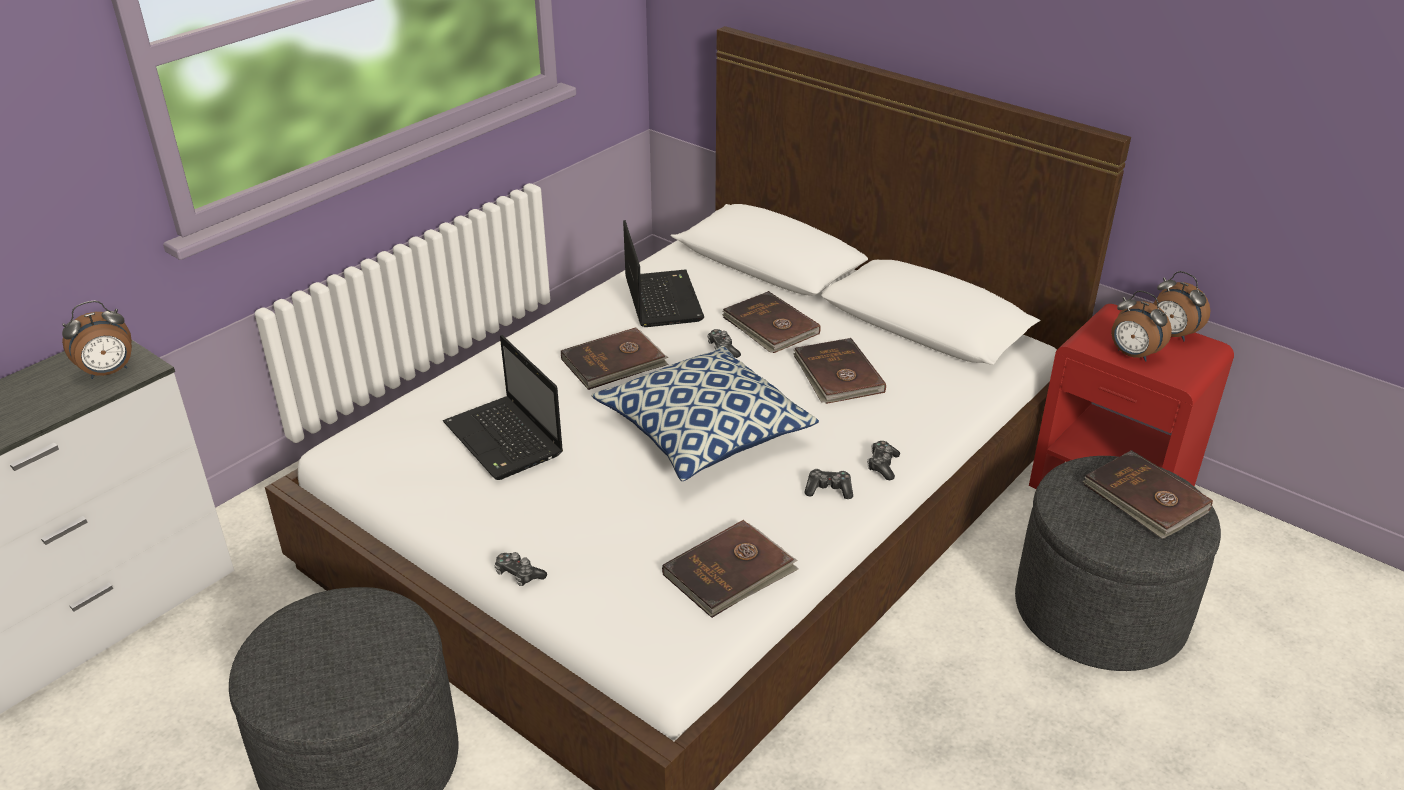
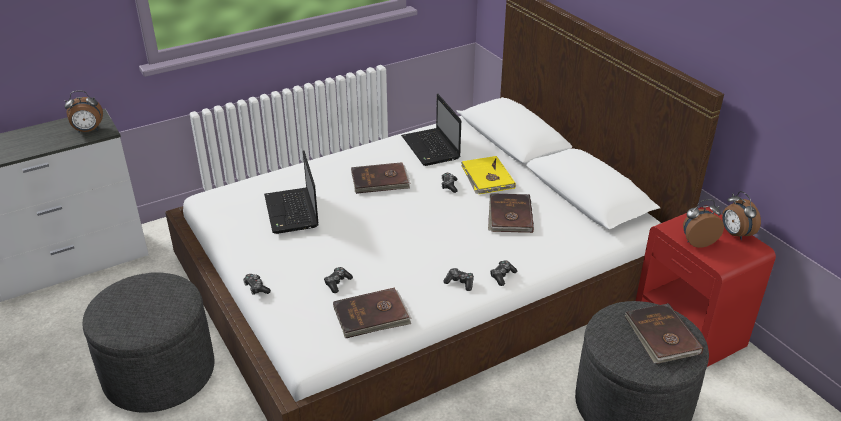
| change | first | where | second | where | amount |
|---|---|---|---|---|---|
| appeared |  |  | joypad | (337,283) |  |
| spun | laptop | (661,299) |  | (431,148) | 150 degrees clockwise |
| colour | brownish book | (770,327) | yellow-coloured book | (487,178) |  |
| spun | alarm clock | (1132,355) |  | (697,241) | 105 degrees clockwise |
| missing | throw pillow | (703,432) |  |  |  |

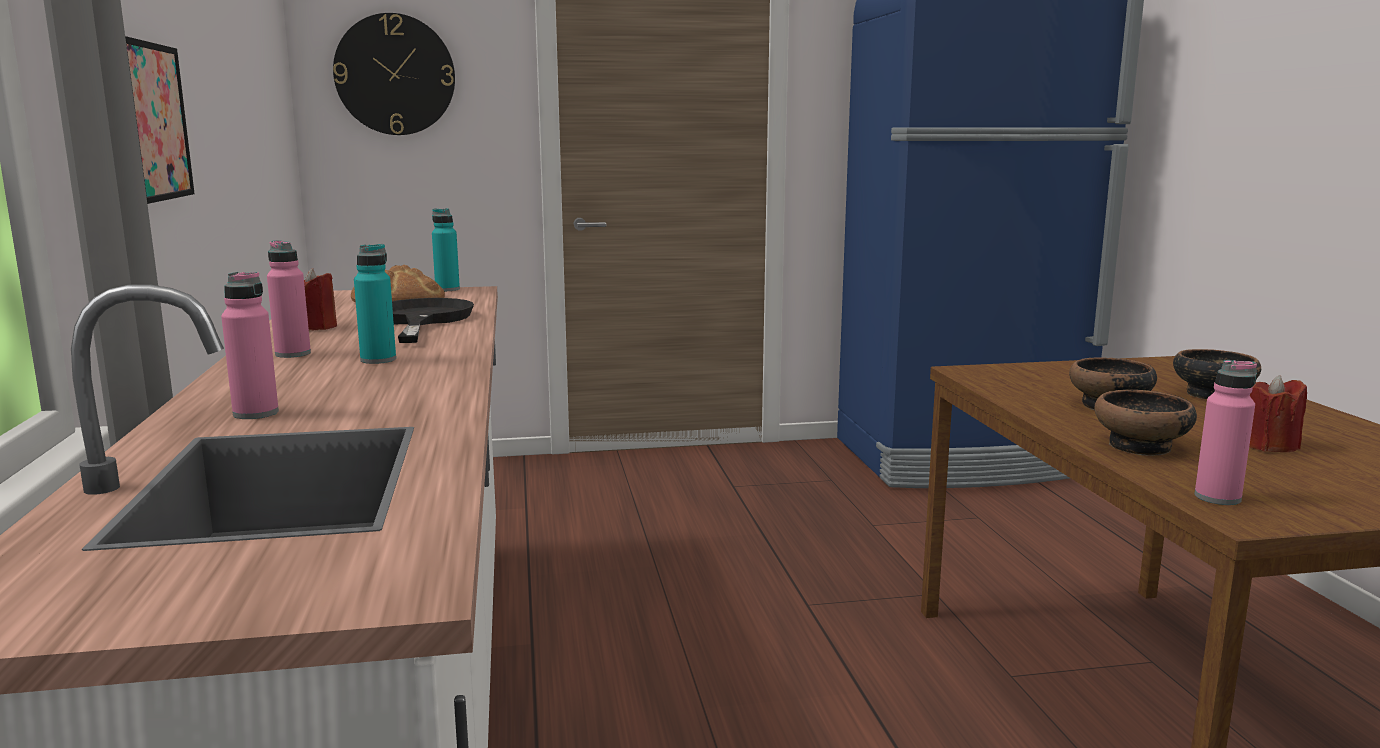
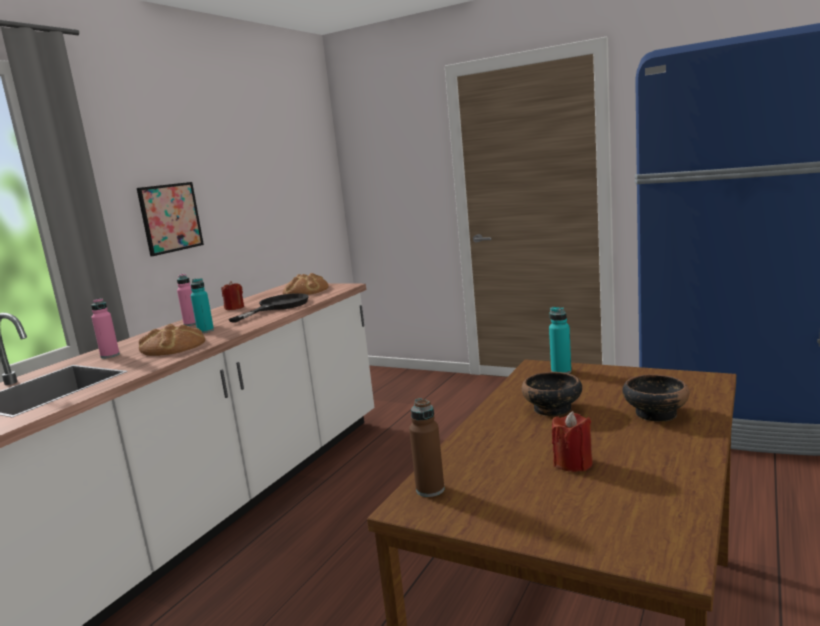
| change | first | where | second | where | amount |
|---|---|---|---|---|---|
| appeared |  |  | baked bread | (173,347) |  |
| colour | pinkish drink bottle | (1217,498) | brownish drink bottle | (430,489) |  |
| relocated | turquoise-coloured drink bottle | (447,289) |  | (561,371) |  |
| missing | clock on the wall | (395,75) |  |  |  |
| missing | serving bowl | (1141,446) |  |  |  |

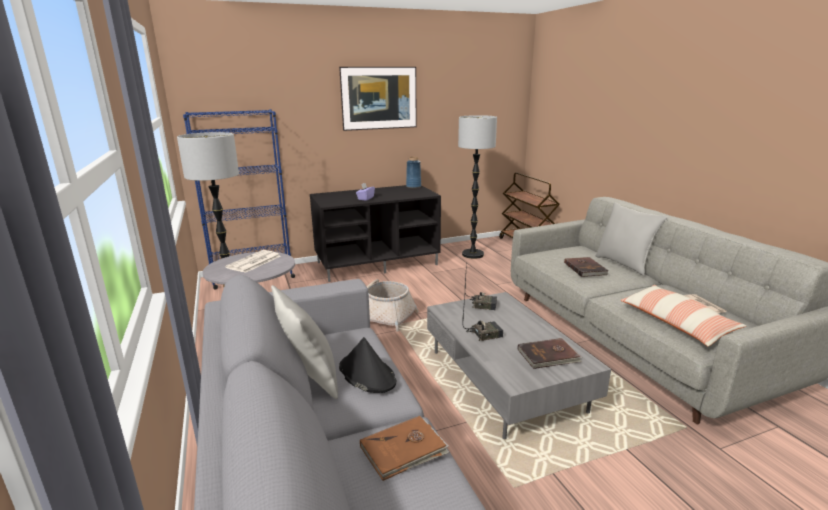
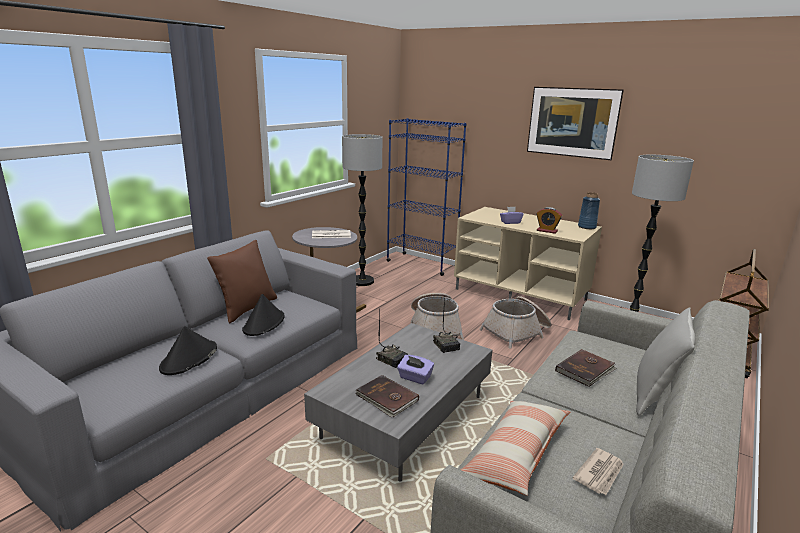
| change | first | where | second | where | amount |
|---|---|---|---|---|---|
| exchanged | brownish book | (404,450) | black hat | (189,358) |  |
| colour | grey throw pillow | (309,377) | brownish throw pillow | (247,308) |  |
| appeared |  |  | purplish tissue holder | (414,378) |  |
| colour | black tv stand | (377,263) | sand-coloured tv stand | (521,294) |  |
| appeared |  |  | household basket | (517,332) |  |
| appeared |  |  | alarm clock | (547,231) |  |

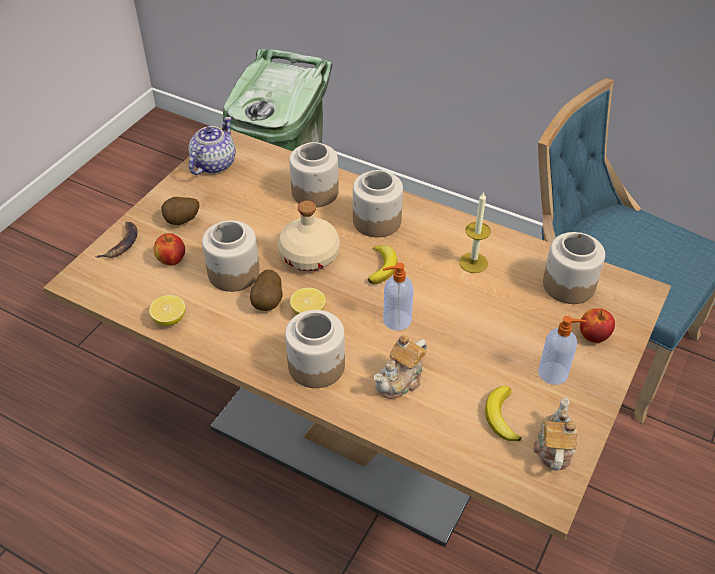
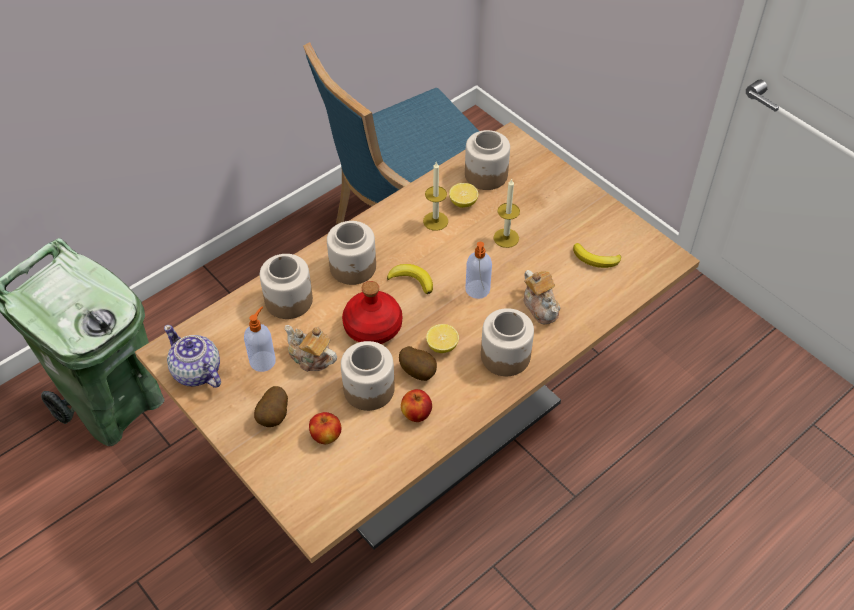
| change | first | where | second | where | amount |
|---|---|---|---|---|---|
| relocated | liquid soap bottle | (554,373) |  | (263,360) |  |
| relocated | pot for tea | (553,448) |  | (311,358) |  |
| colour | sand-coloured drink bottle | (309,256) | red drink bottle | (373,327) |  |
| relocated | whole apple | (593,336) |  | (416,414) |  |
| relocated | lemon | (169,319) |  | (463,203) |  |
| appeared |  |  | wax light | (506,238) |  |
| missing | banana fruit | (121,243) |  |  |  |

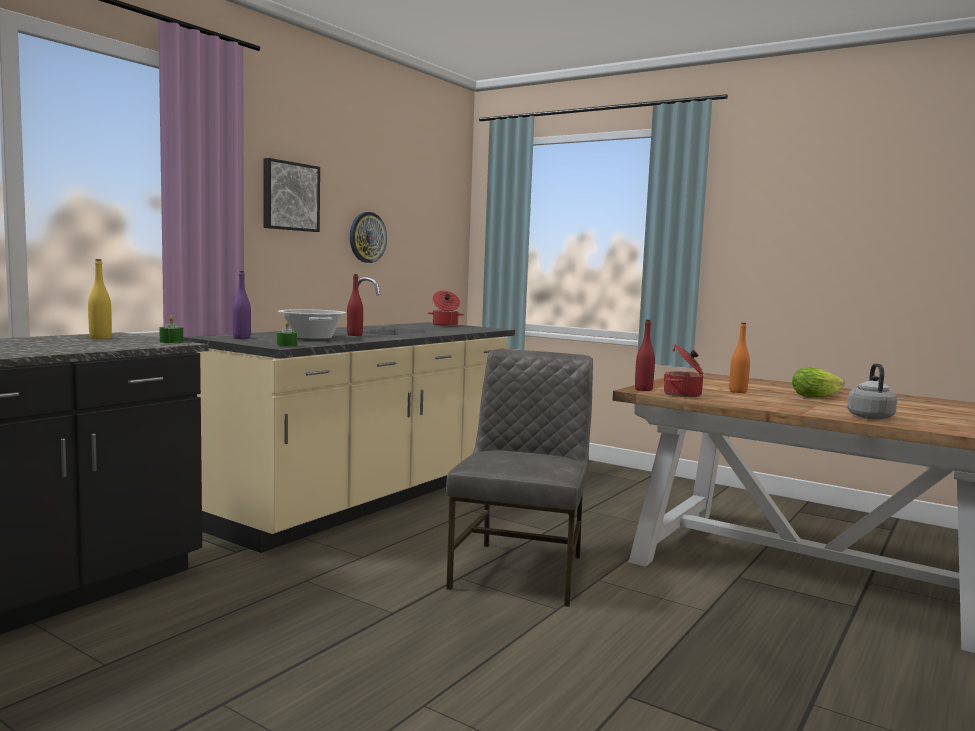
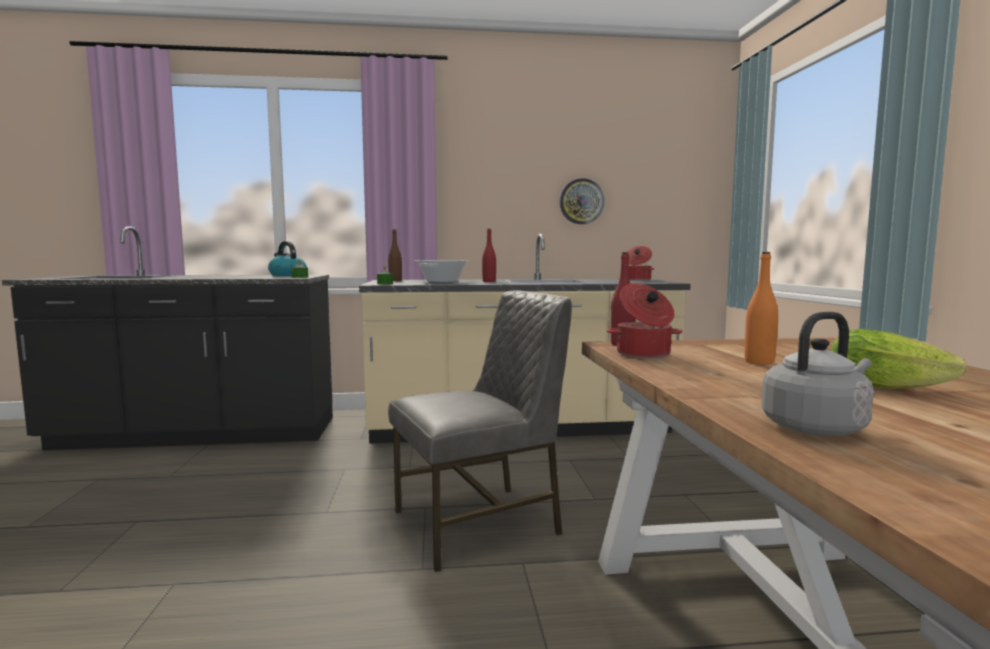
| change | first | where | second | where | amount |
|---|---|---|---|---|---|
| exchanged | yellow-coloured drink bottle | (100,338) | tea kettle | (287,275) |  |
| colour | purplish drink bottle | (241,338) | brownish drink bottle | (395,281) |  |
| missing | wall picture | (289,196) |  |  |  |

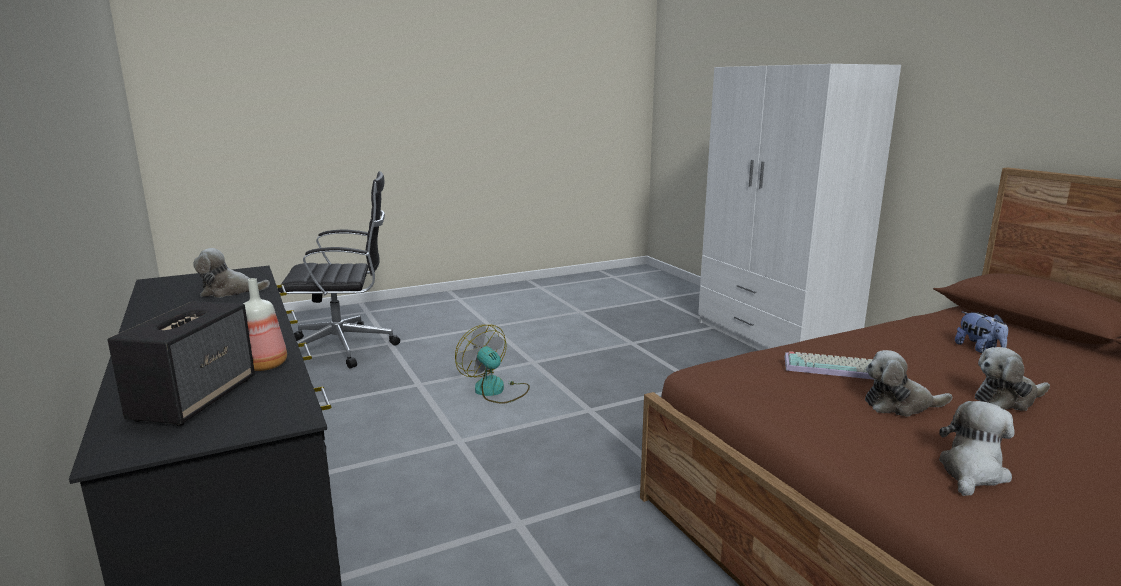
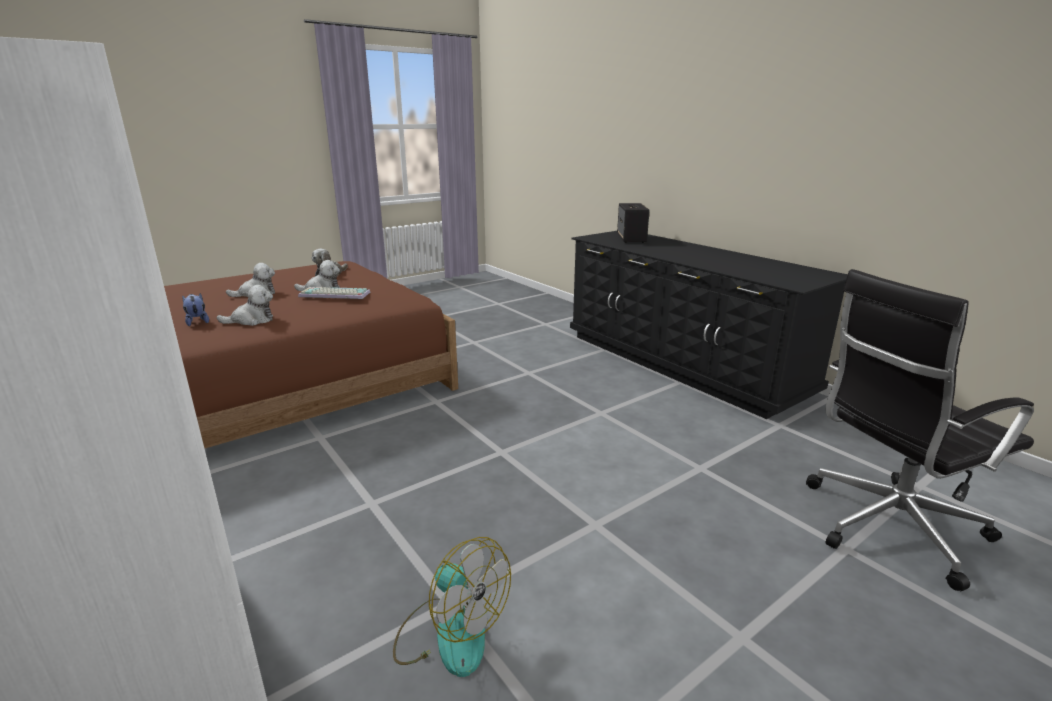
| change | first | where | second | where | amount |
|---|---|---|---|---|---|
| relocated | plush toy | (229,292) |  | (252,320) |  |
| relocated | fan | (495,390) |  | (450,633) |  |
| missing | drink bottle | (266,365) |  |  |  |

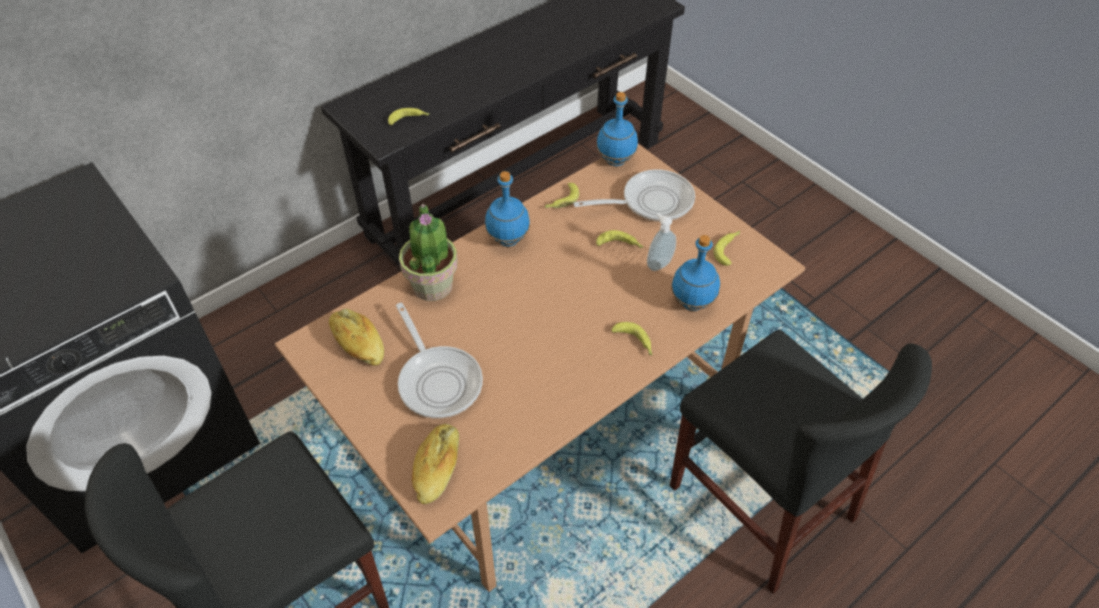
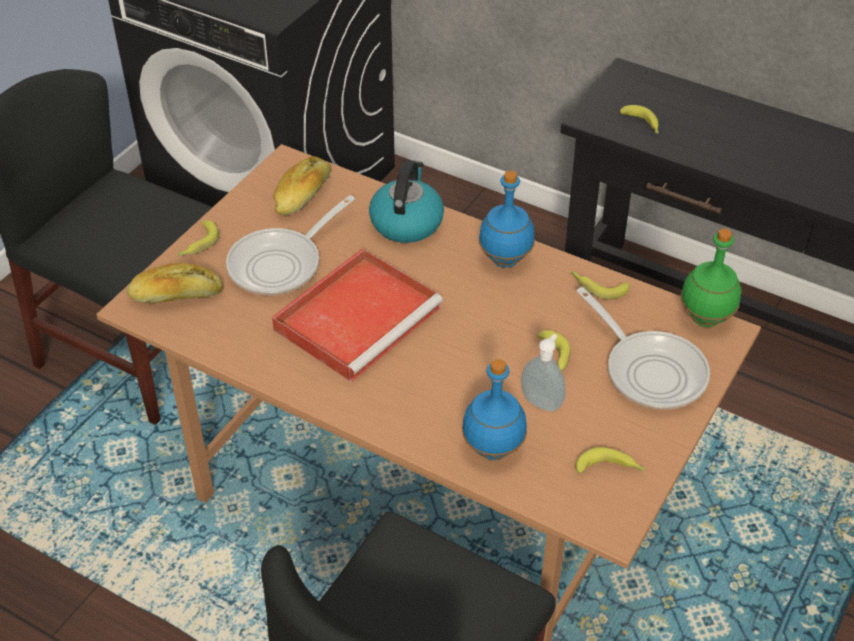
| change | first | where | second | where | amount |
|---|---|---|---|---|---|
| relocated | banana fruit | (635,342) |  | (197,244) |  |
| appeared |  |  | red serving tray | (359,316) |  |
| exchanged | houseplant | (433,284) | tea kettle | (406,222) |  |
| colour | bluish drink bottle | (616,160) | green-coloured drink bottle | (706,319) |  |

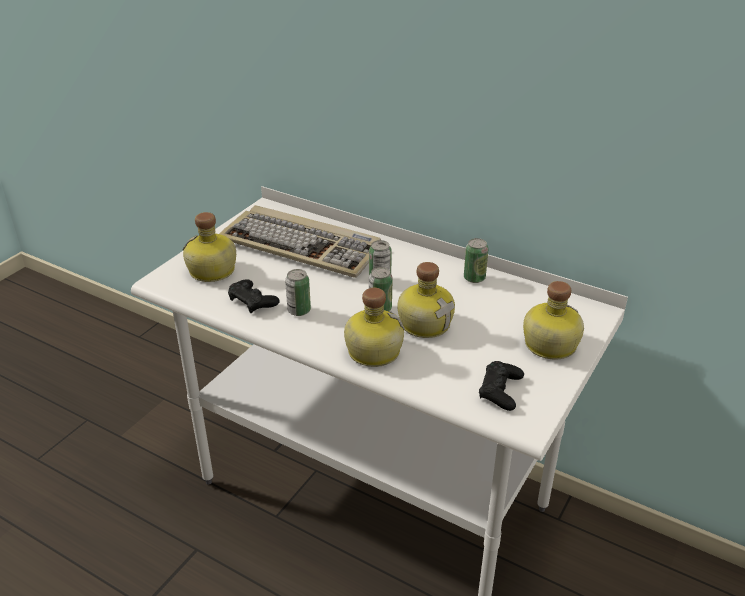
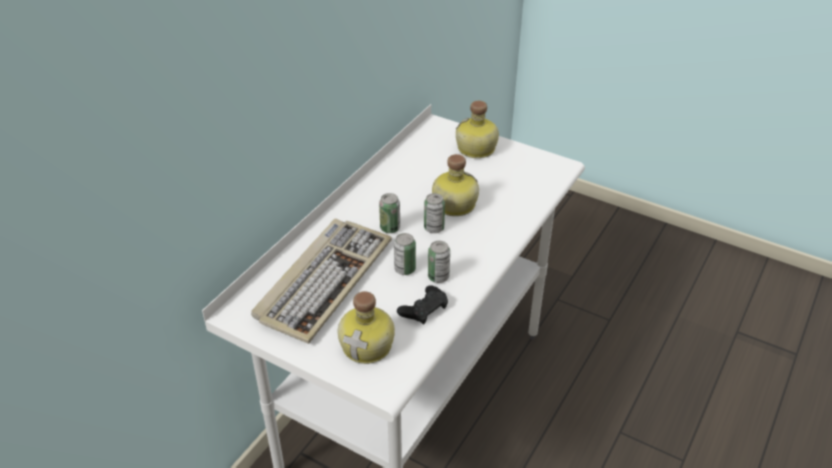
| change | first | where | second | where | amount |
|---|---|---|---|---|---|
| relocated | sealed can | (474,278) |  | (405,269) |  |
| missing | drink bottle | (372,351) |  |  |  |
| missing | black joypad | (500,391) |  |  |  |

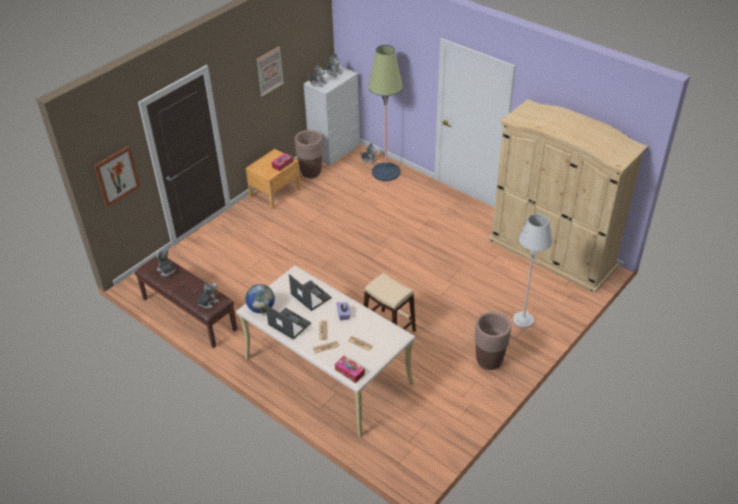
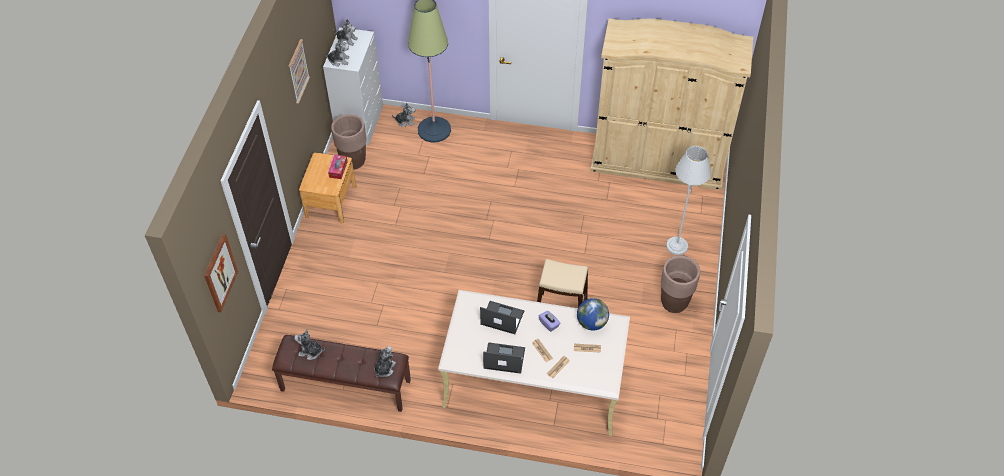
| change | first | where | second | where | amount |
|---|---|---|---|---|---|
| relocated | world globe | (261,308) |  | (591,323) |  |
| missing | tissue holder | (349,372) |  |  |  |

